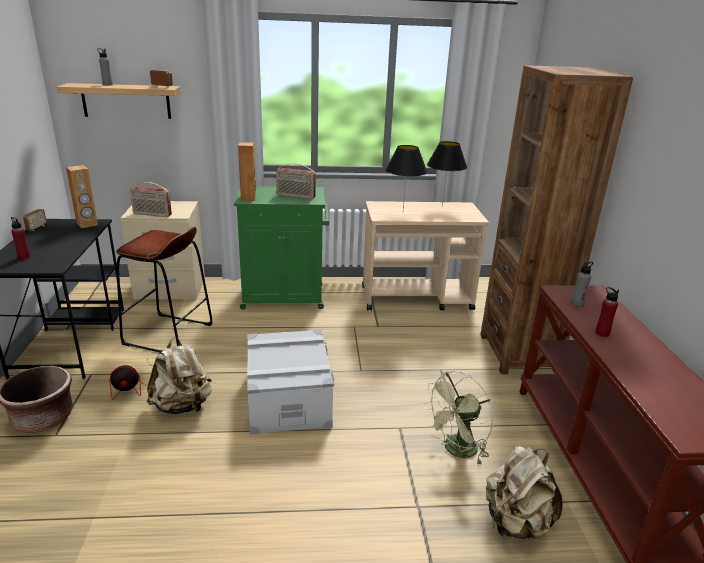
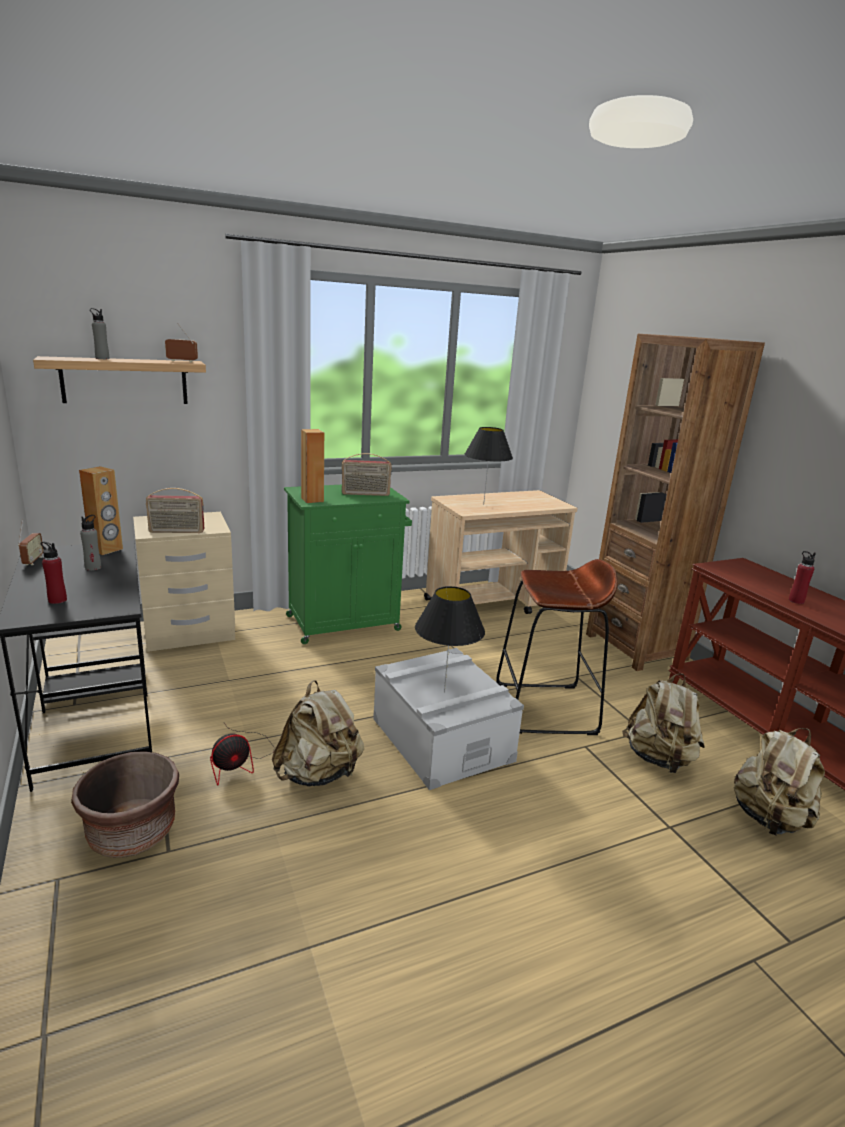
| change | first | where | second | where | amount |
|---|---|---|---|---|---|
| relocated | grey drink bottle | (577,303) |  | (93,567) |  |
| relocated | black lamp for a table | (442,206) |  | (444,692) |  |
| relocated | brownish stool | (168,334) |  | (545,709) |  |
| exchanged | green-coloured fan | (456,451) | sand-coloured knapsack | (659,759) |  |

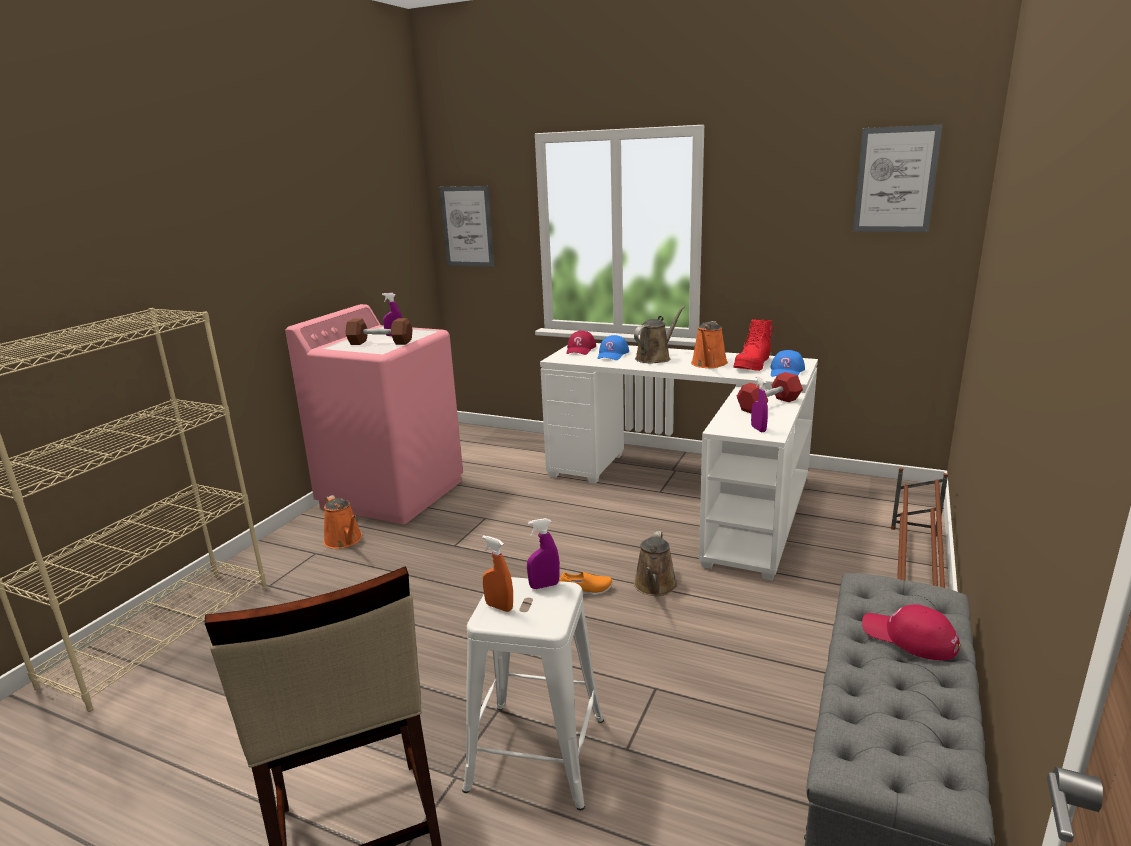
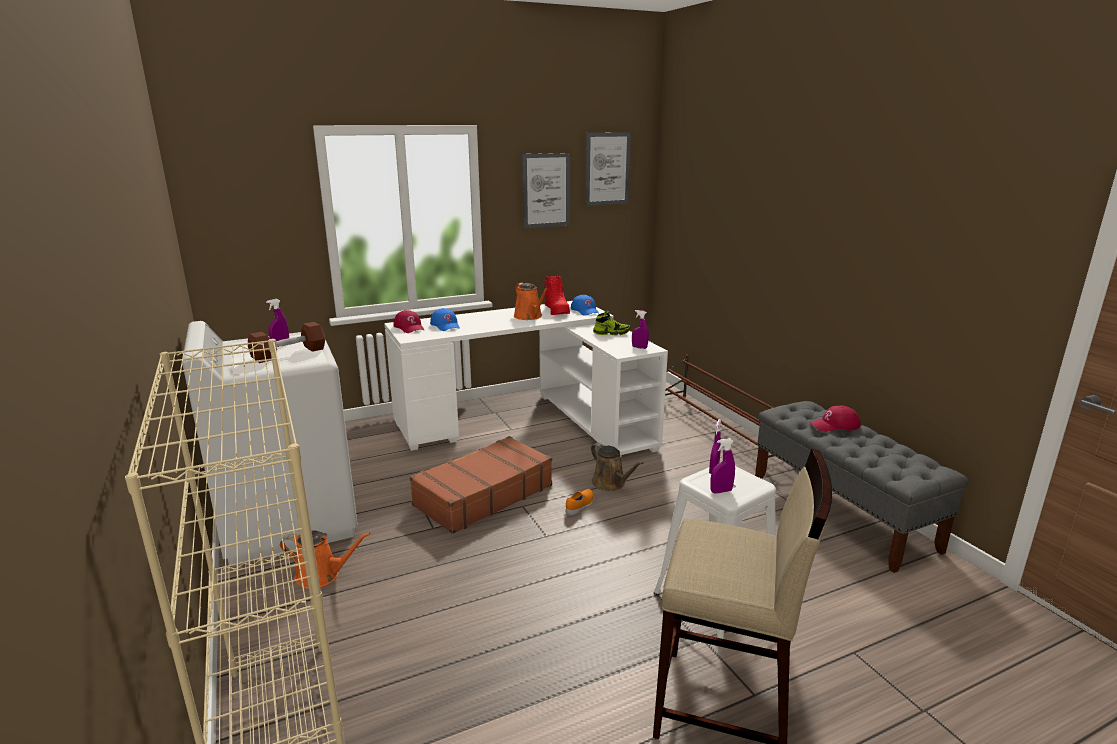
| change | first | where | second | where | amount |
|---|---|---|---|---|---|
| colour | pinkish laundry machine | (393,493) | whitish laundry machine | (288,520) |  |
| appeared |  |  | brownish suitcase | (483,495) |  |
| relocated | wall picture | (467,226) |  | (546,190) |  |
| exchanged | red hand weight | (769,405) | item of footwear | (611,333) |  |
| colour | orange-coloured spray bottle | (499,607) | purplish spray bottle | (721,491) |  |
| missing | brownish sprinkling can | (655,358) |  |  |  |

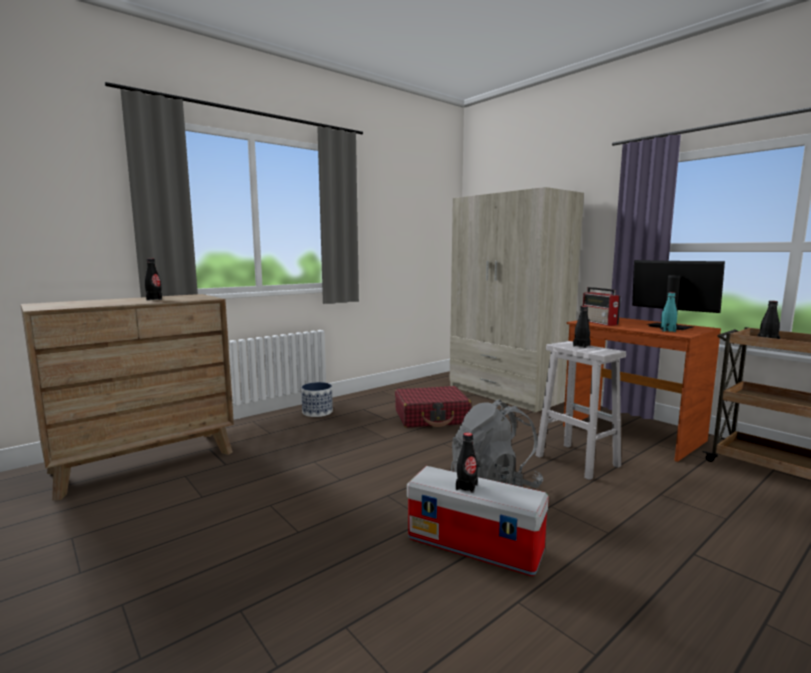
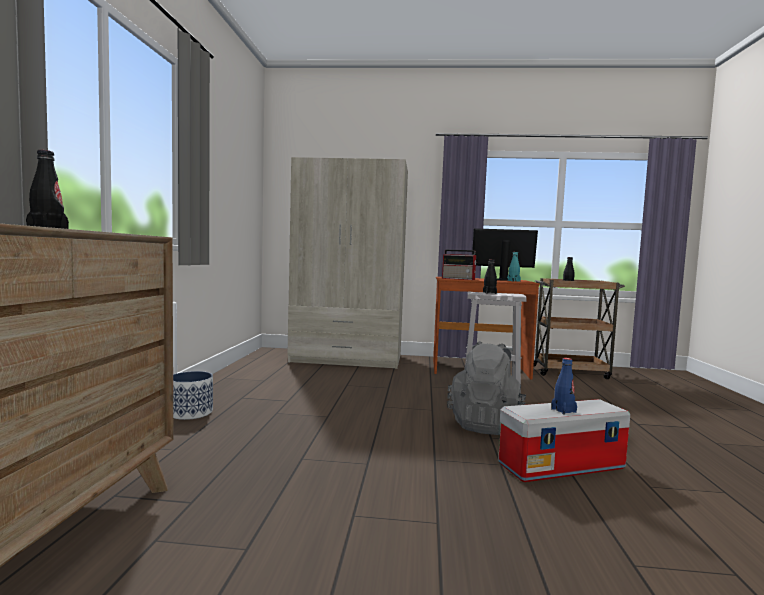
| change | first | where | second | where | amount |
|---|---|---|---|---|---|
| colour | black drink bottle | (466,487) | bluish drink bottle | (563,410) |  |
| missing | red suitcase | (432,417) |  |  |  |

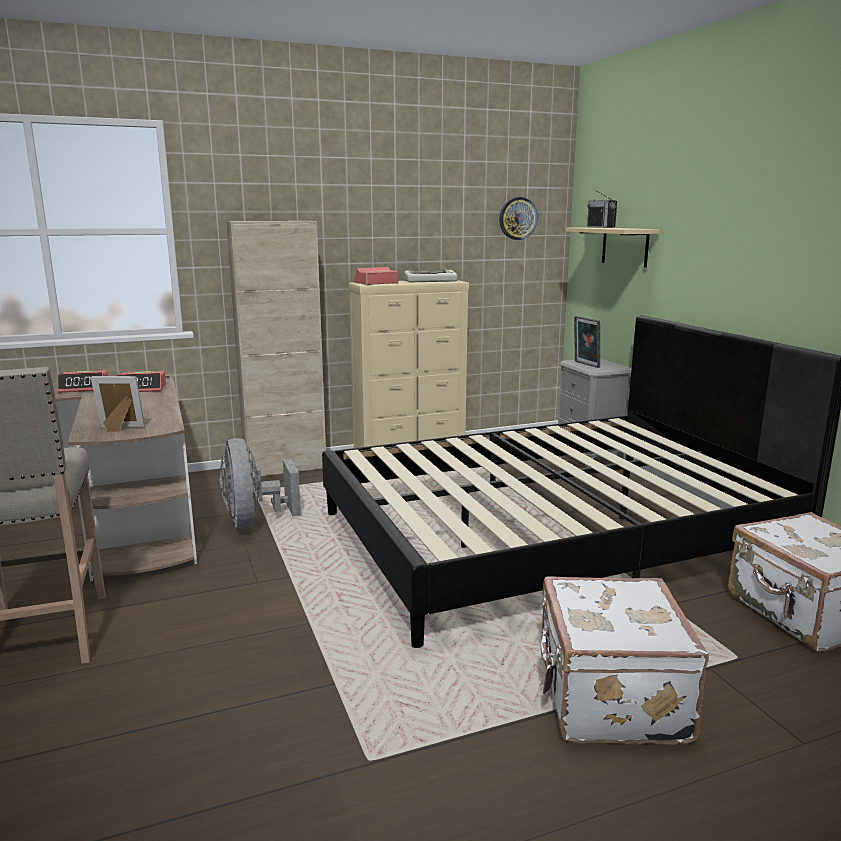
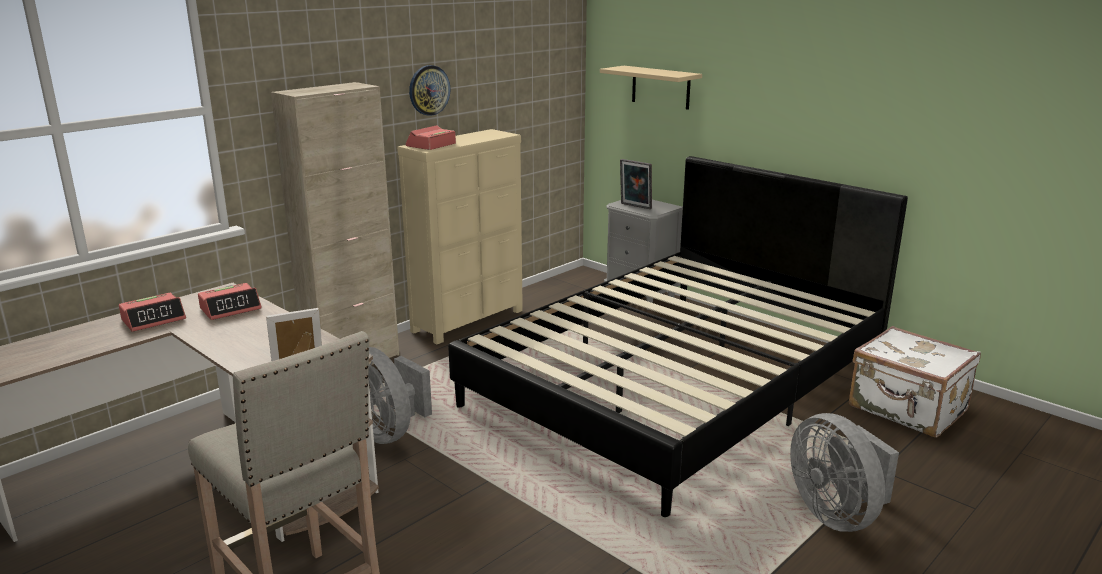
| change | first | where | second | where | amount |
|---|---|---|---|---|---|
| relocated | clock on the wall | (517,218) |  | (429,90) |  |
| exchanged | whitish suitcase | (608,698) | grey fan | (837,514) |  |
| missing | keyboard | (431,281) |  |  |  |
| missing | radio set | (600,227) |  |  |  |

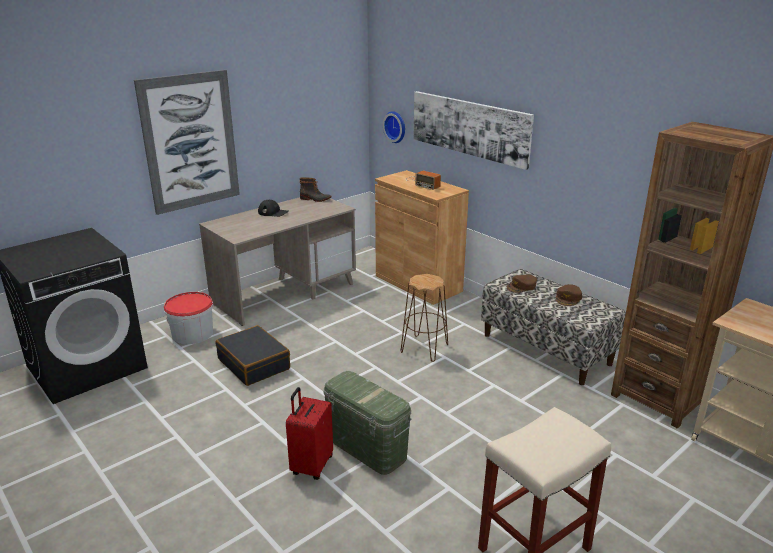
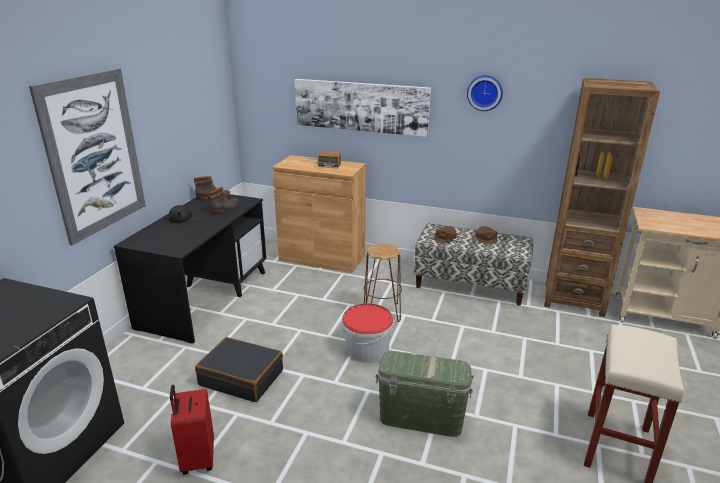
| change | first | where | second | where | amount |
|---|---|---|---|---|---|
| colour | sand-coloured desk table | (285,292) | black desk table | (205,297) |  |
| relocated | red suitcase | (311,465) |  | (197,459) |  |
| appeared |  |  | tall boot | (225,208) |  |
| relocated | water bucket | (192,333) |  | (367,348) |  |
| relocated | clock on the wall | (396,126) |  | (485,92) |  |

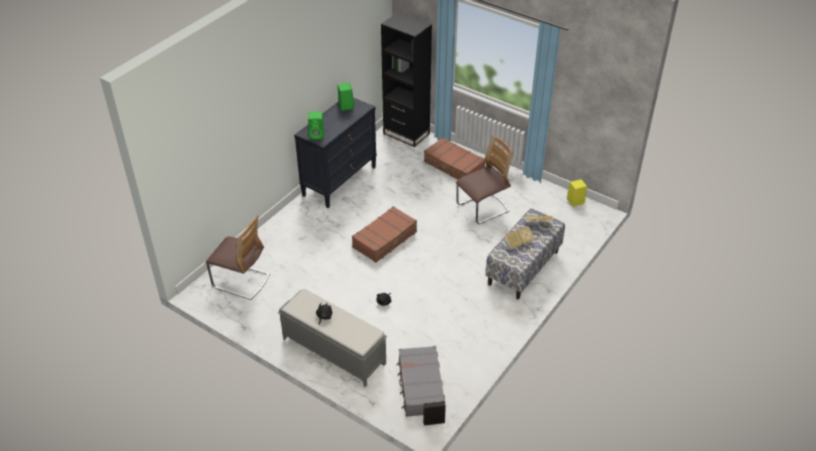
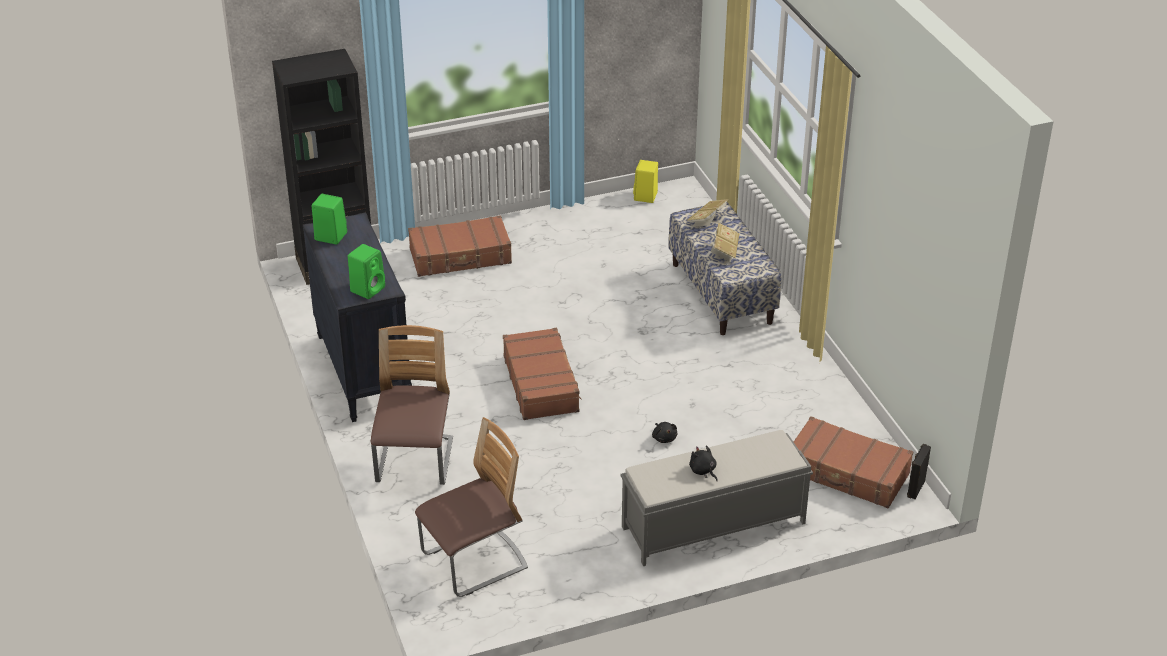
| change | first | where | second | where | amount |
|---|---|---|---|---|---|
| relocated | plain chair | (483,208) |  | (415,462) |  |
| colour | grey suitcase | (420,386) | brownish suitcase | (847,473) |  |

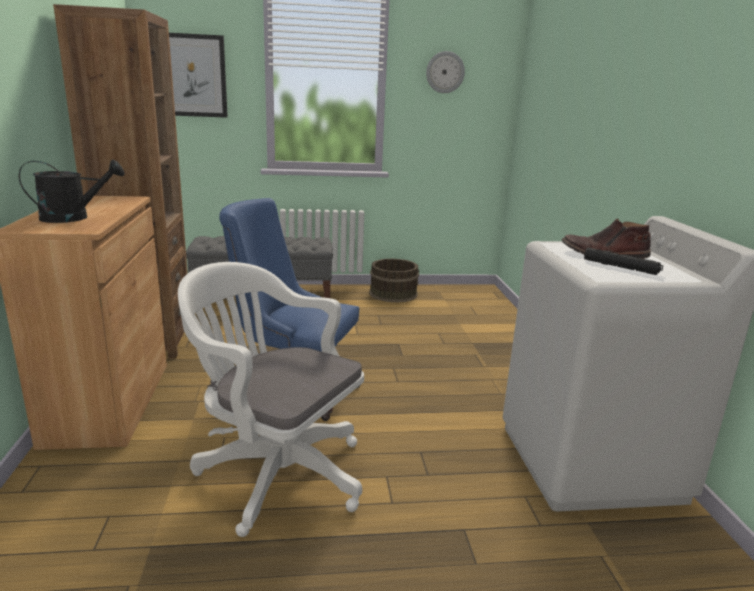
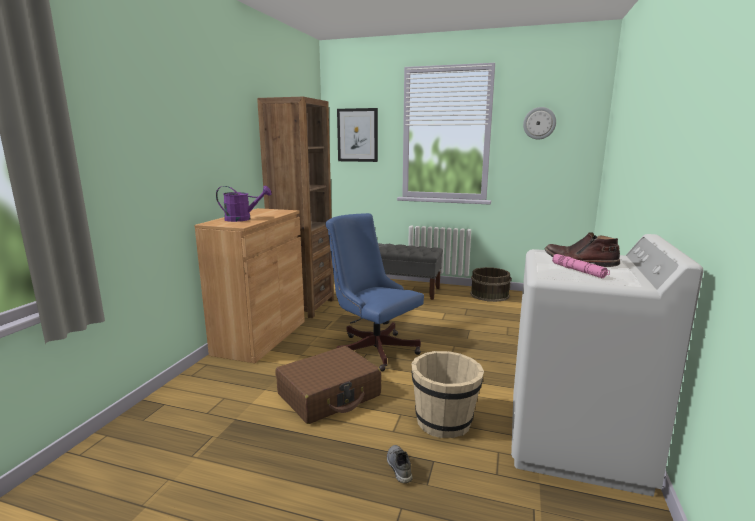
| change | first | where | second | where | amount |
|---|---|---|---|---|---|
| colour | black sprinkling can | (74,217) | purplish sprinkling can | (243,219) |  |
| exchanged | whitish desk chair | (275,471) | brownish suitcase | (329,395) |  |
| appeared |  |  | grey item of footwear | (398,467) |  |
| appeared |  |  | sand-coloured water bucket | (444,421) |  |
| colour | black flashlight | (621,267) | pinkish flashlight | (578,271) |  |

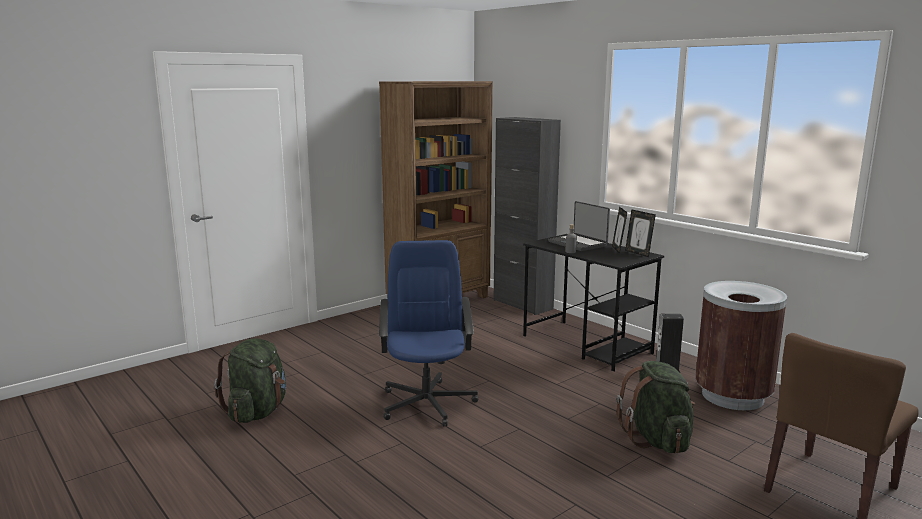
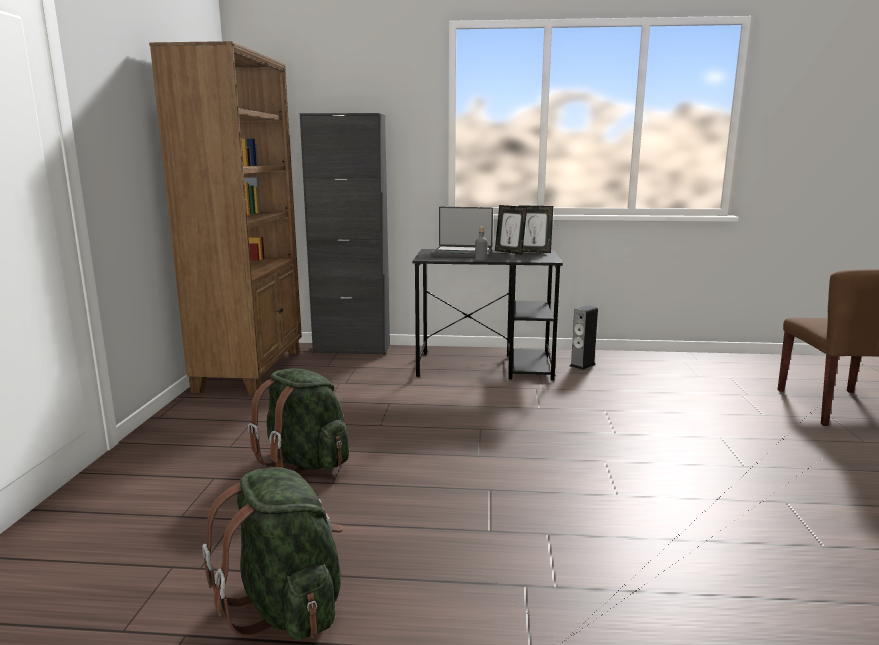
| change | first | where | second | where | amount |
|---|---|---|---|---|---|
| relocated | green-coloured knapsack | (657,440) |  | (304,462) |  |
| missing | bluish desk chair | (427,402) |  |  |  |
| missing | brownish trash can | (732,396) |  |  |  |

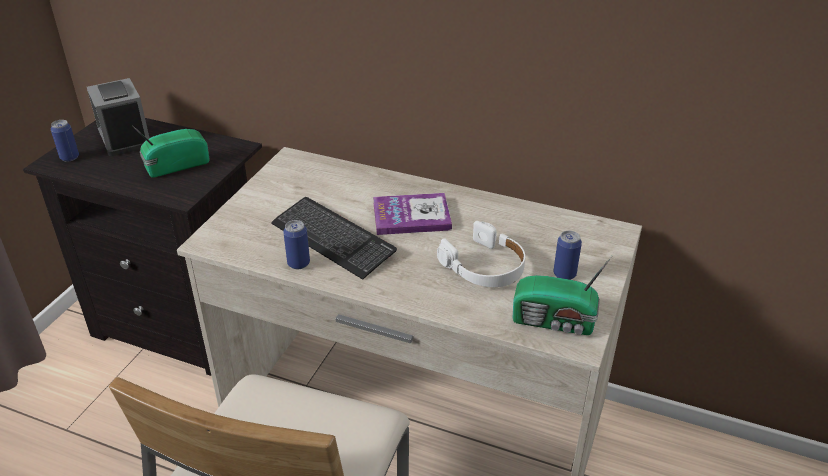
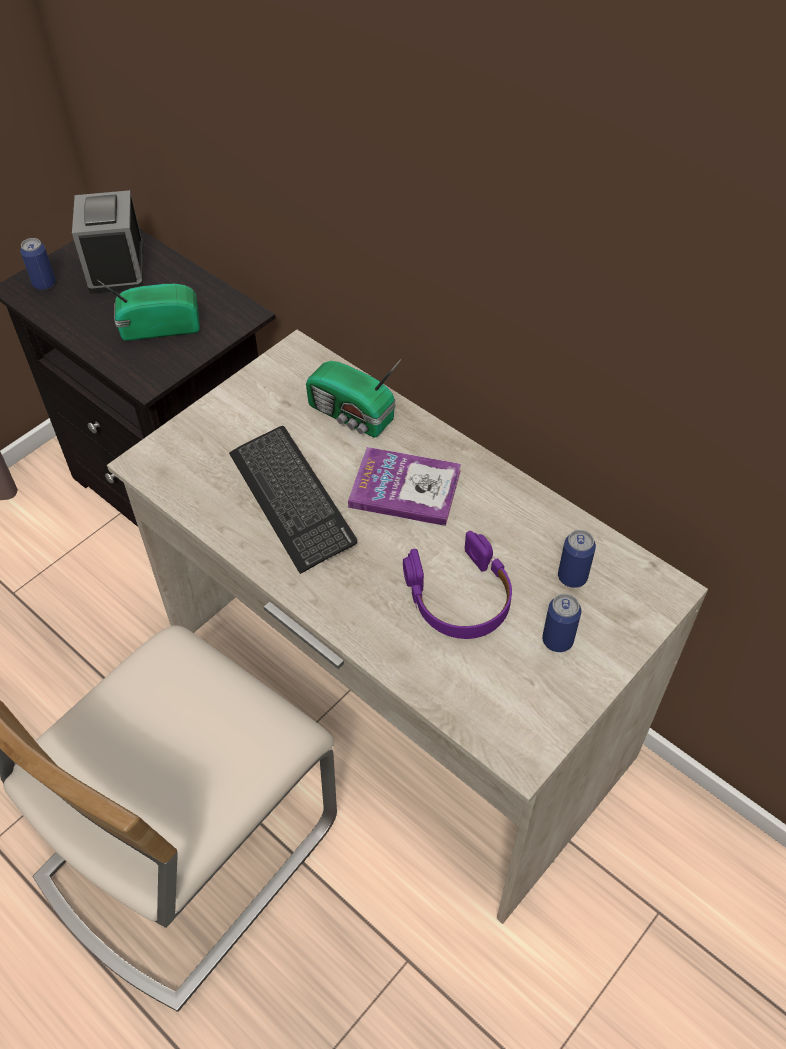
| change | first | where | second | where | amount |
|---|---|---|---|---|---|
| relocated | radio set | (555,322) |  | (352,415) |  |
| colour | whitish headset | (484,266) | purplish headset | (460,597) |  |
| relocated | sealed can | (298,263) |  | (572,577) |  |

